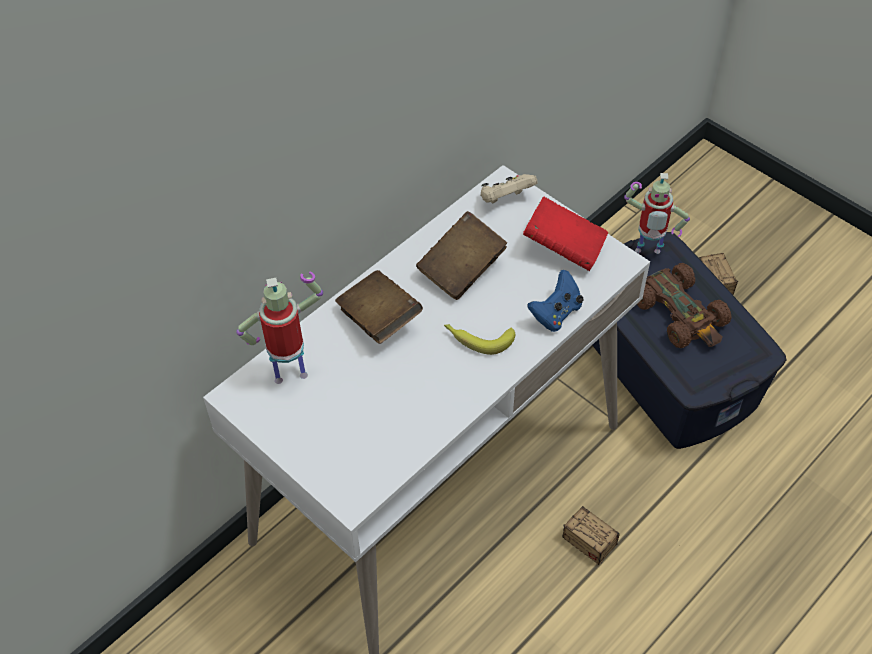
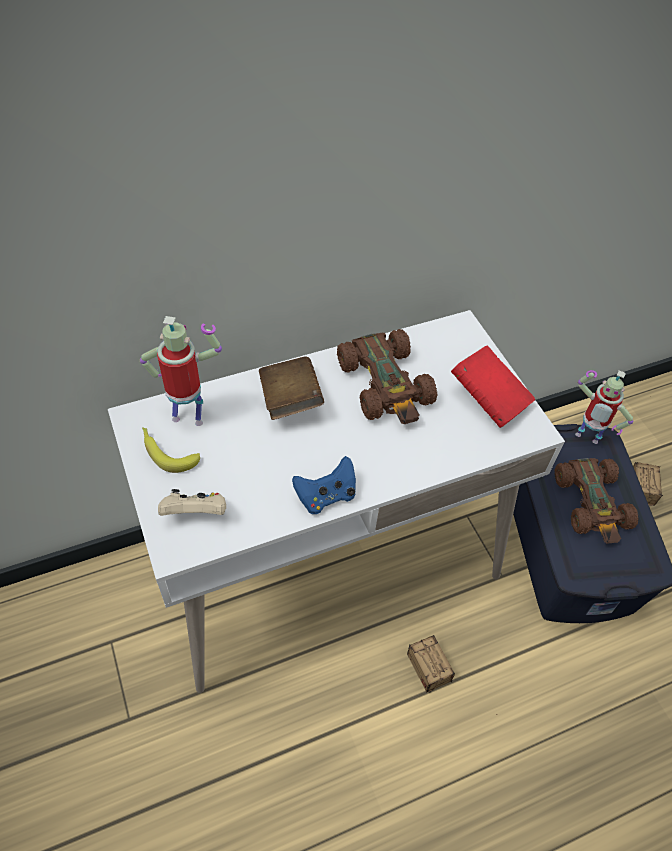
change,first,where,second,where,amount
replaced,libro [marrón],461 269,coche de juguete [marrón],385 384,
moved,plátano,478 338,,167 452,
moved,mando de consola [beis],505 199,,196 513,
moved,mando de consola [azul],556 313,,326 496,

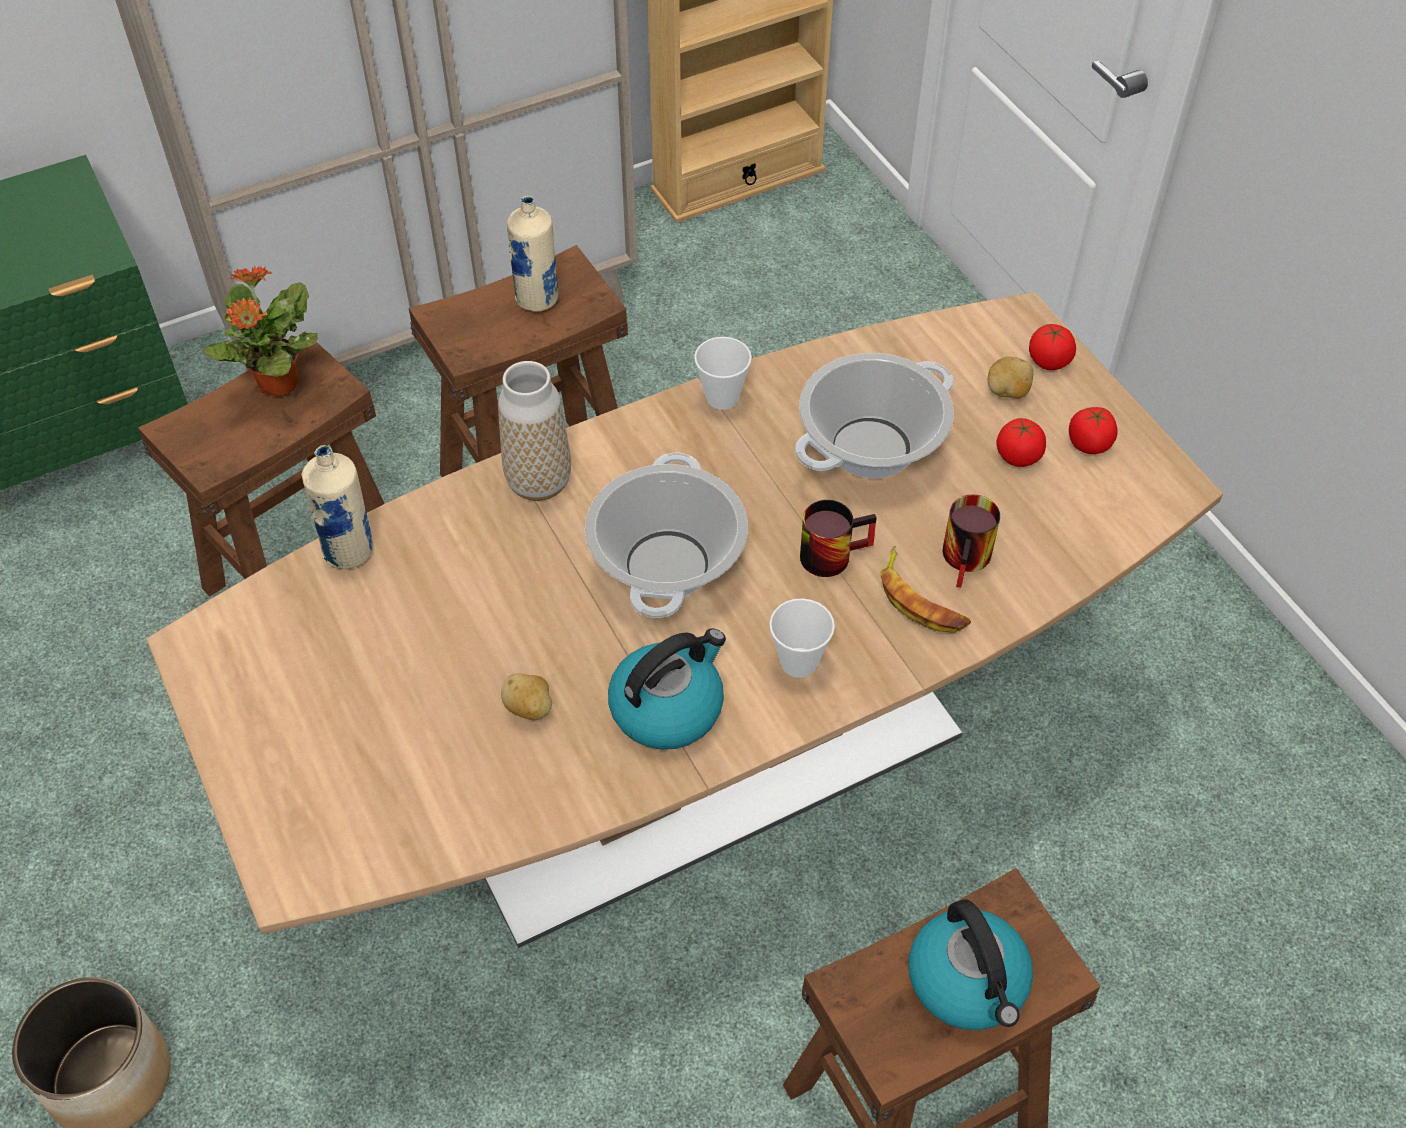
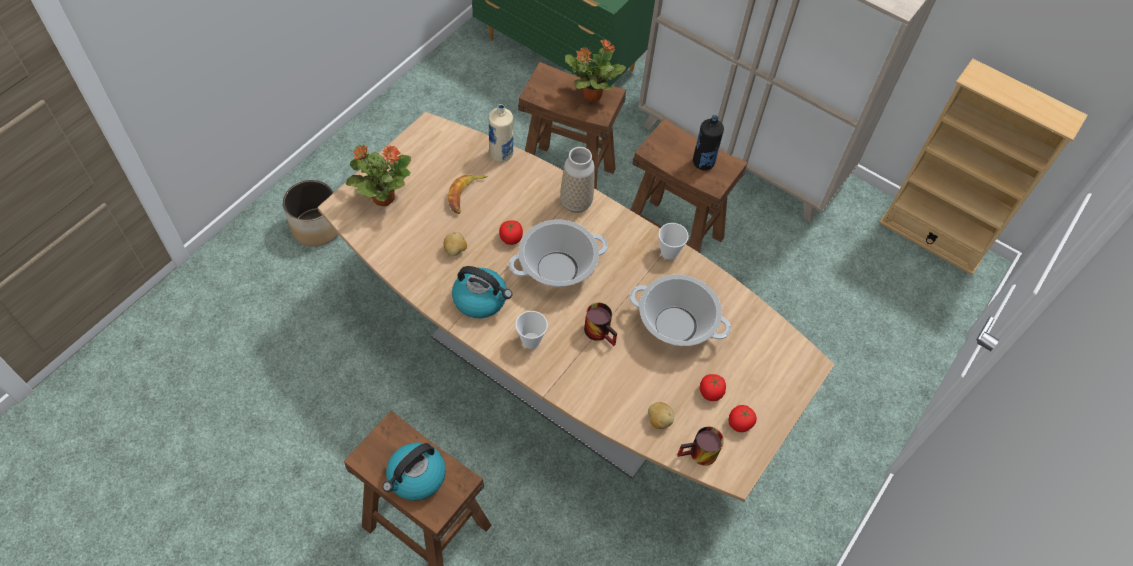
change,first,where,second,where,amount
recoloured,botella [beis],537 299,botella [negro],703 163,
moved,plátano,920 599,,465 195,
moved,taza grande,970 560,,699 455,
moved,patata,1007 392,,658 420,
moved,tomate,1049 360,,511 238,
added,,,planta en maceta,382 197,

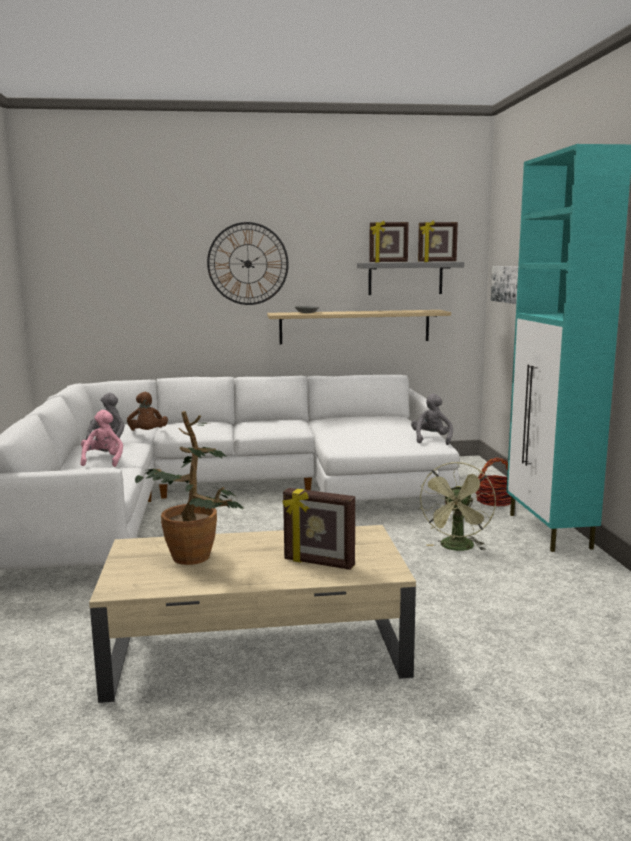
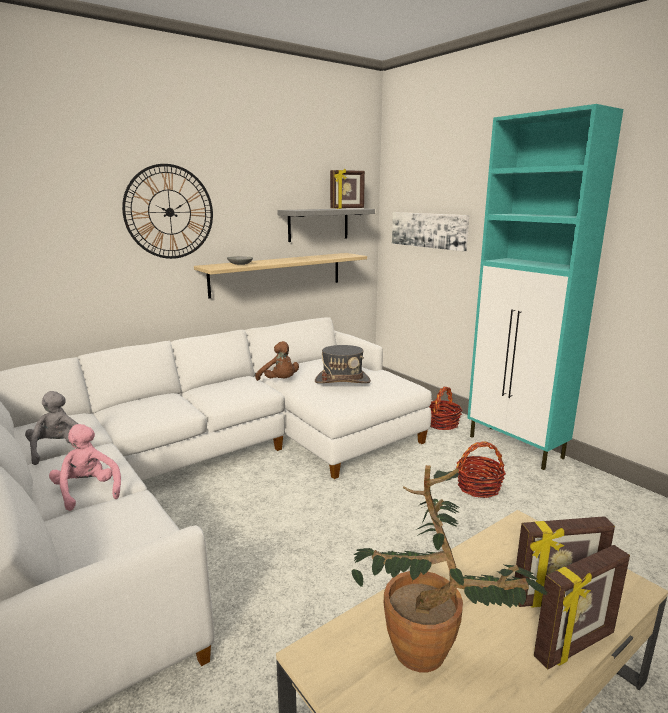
change,first,where,second,where,amount
moved,peluche [marrón],148 434,,279 381,
moved,portarretratos,388 262,,576 646,
removed,peluche [gris],431 440,,,
replaced,ventilador [verde],457 548,cesta,478 487,
added,,,sombrero [gris],342 381,

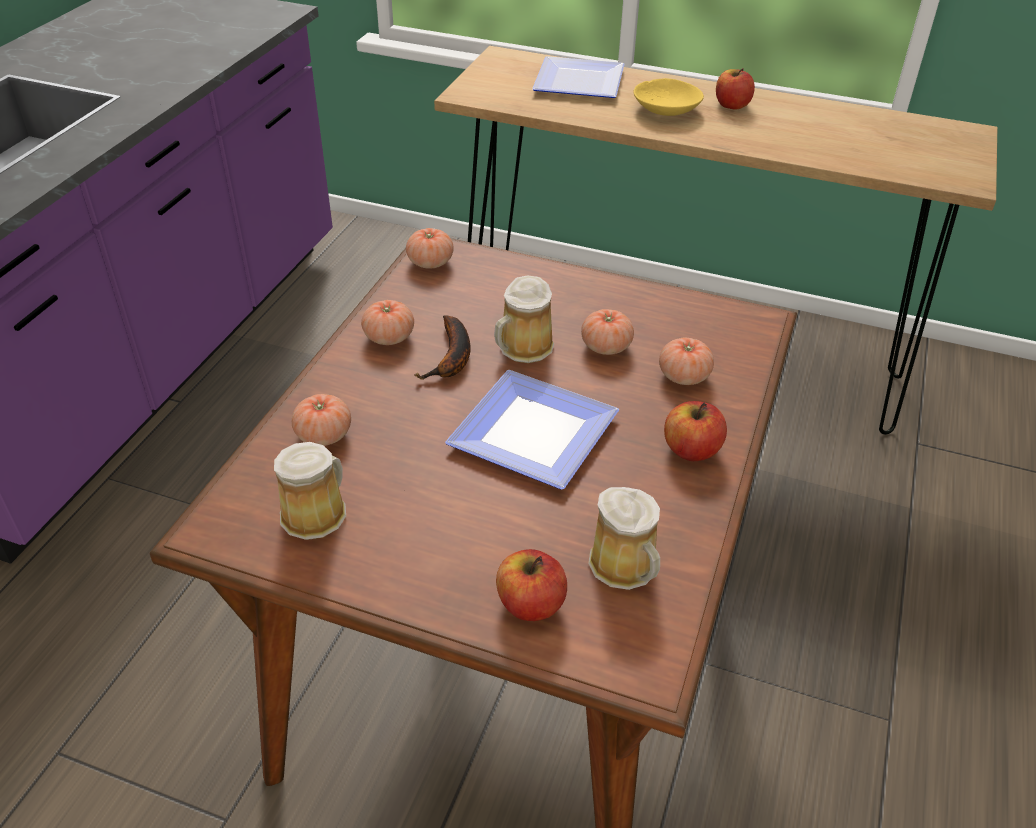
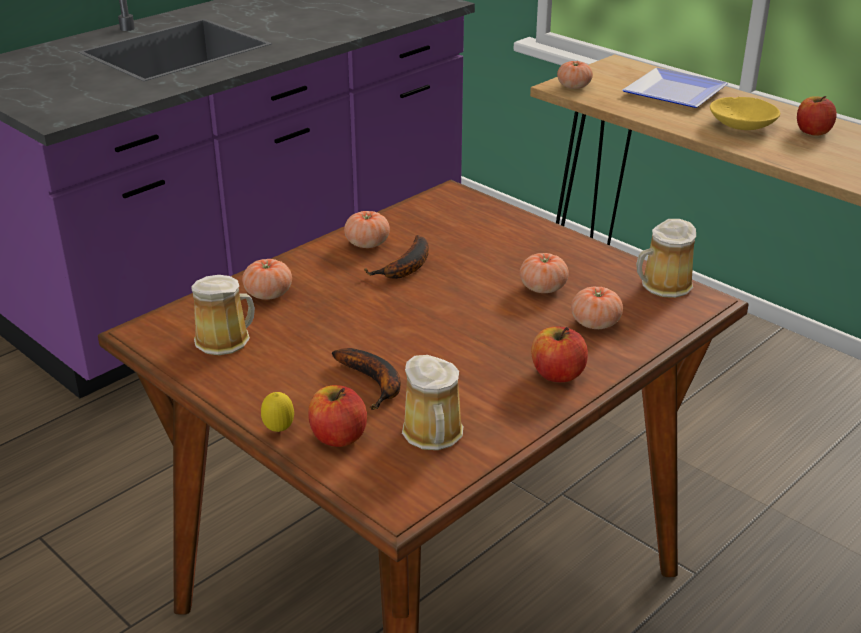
change,first,where,second,where,amount
moved,tomate,430 262,,574 86,
removed,plato,535 437,,,
moved,taza grande,522 348,,663 286,
added,,,limón,279 431,
added,,,plátano,374 383,

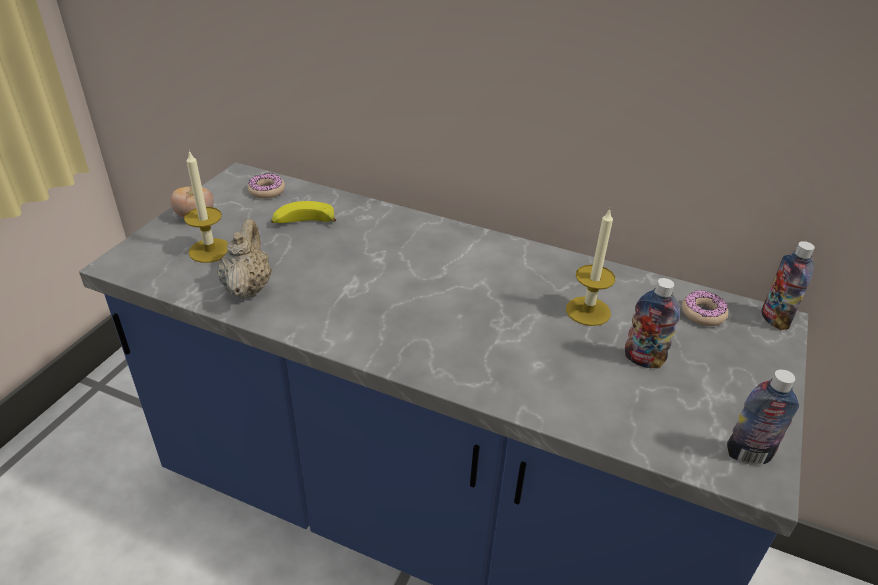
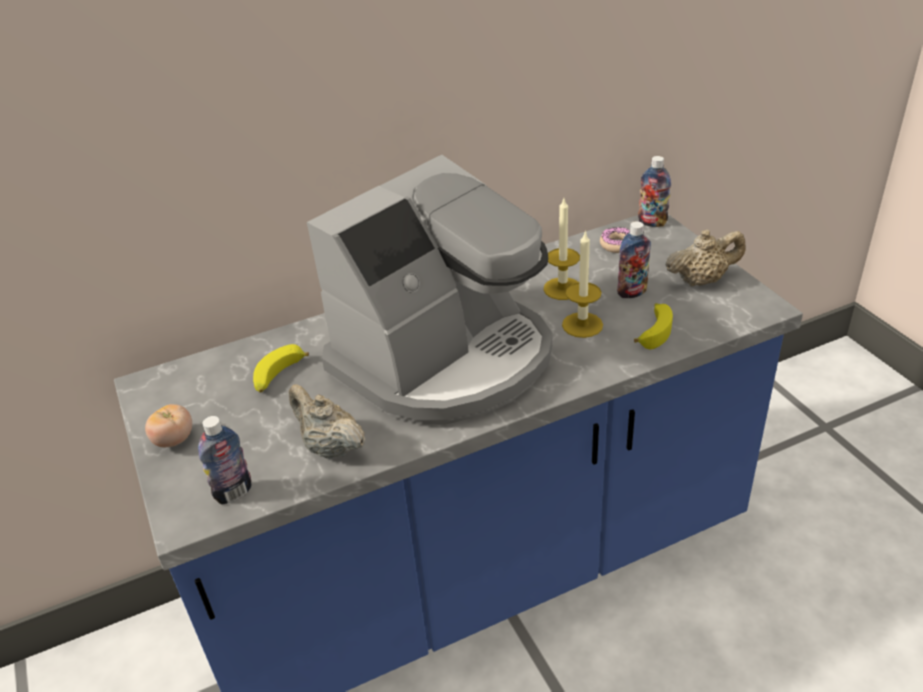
change,first,where,second,where,amount
moved,vela,210 250,,582 325,
removed,rosquilla,267 191,,,
moved,botella,748 454,,234 492,
added,,,cafetera,446 359,
added,,,plátano,654 330,
added,,,tetera [beis],701 280,

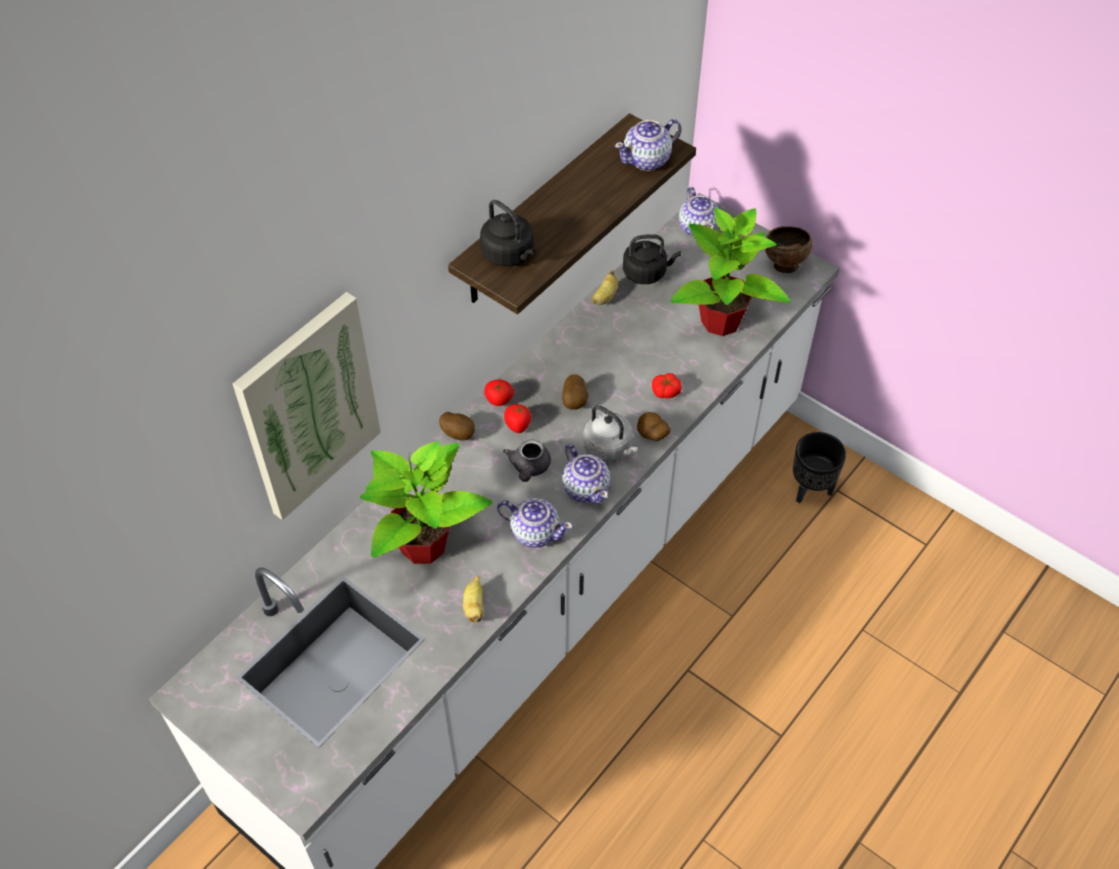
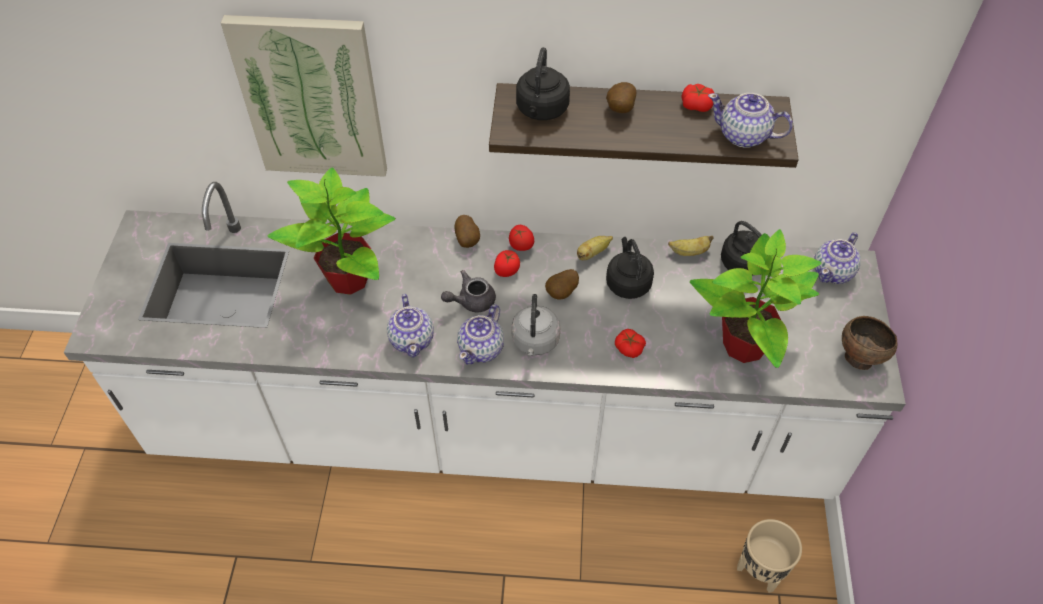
change,first,where,second,where,amount
moved,plátano,474 606,,592 253,
moved,patata,651 436,,619 110,
recoloured,maceta [negro],810 490,maceta [beis],759 571,
added,,,hervidor [negro],627 282,
added,,,tomate,696 105,

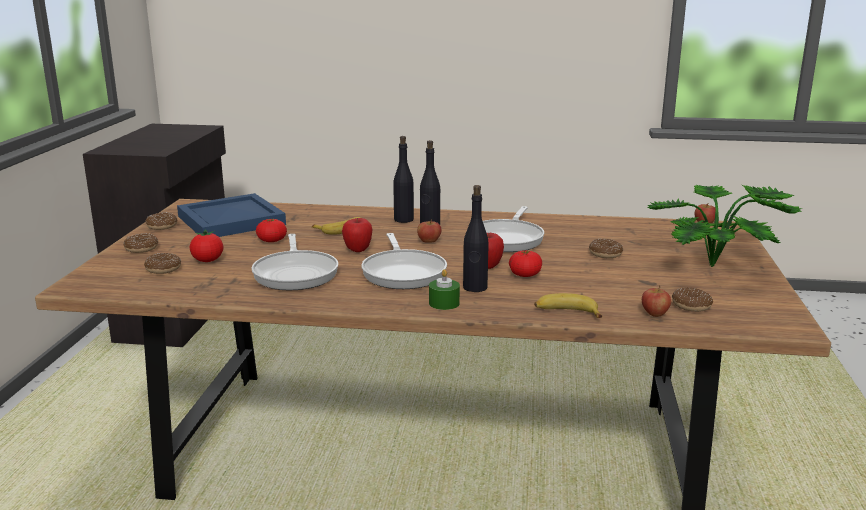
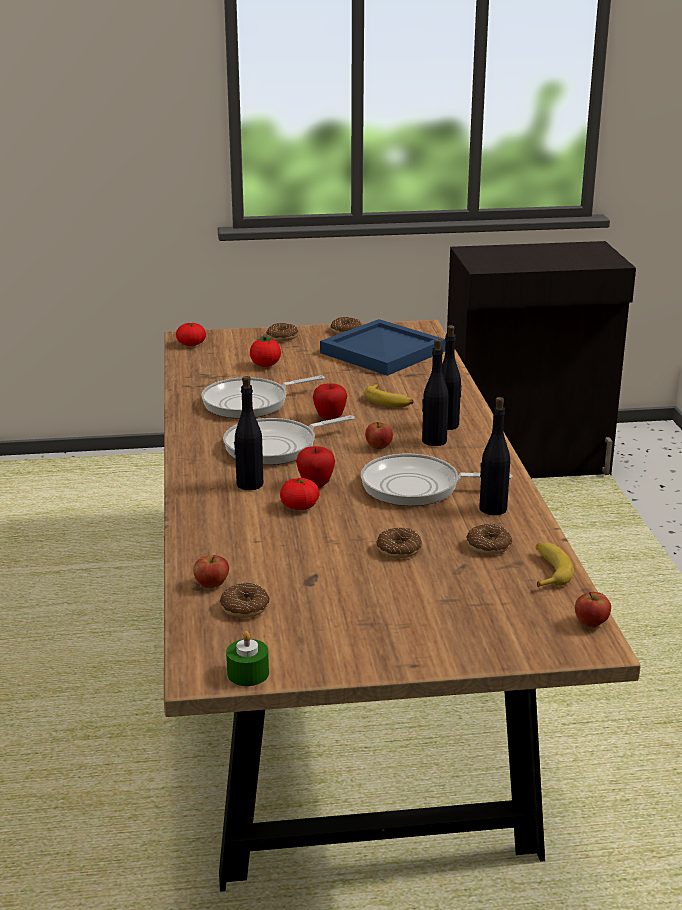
change,first,where,second,where,amount
moved,rosquilla,163 269,,488 546,
moved,tomate,272 240,,191 344,
moved,vela [verde],444 303,,248 673,
moved,plátano,566 312,,548 571,
removed,planta en maceta,719 268,,,
added,,,botella [negro],492 509,

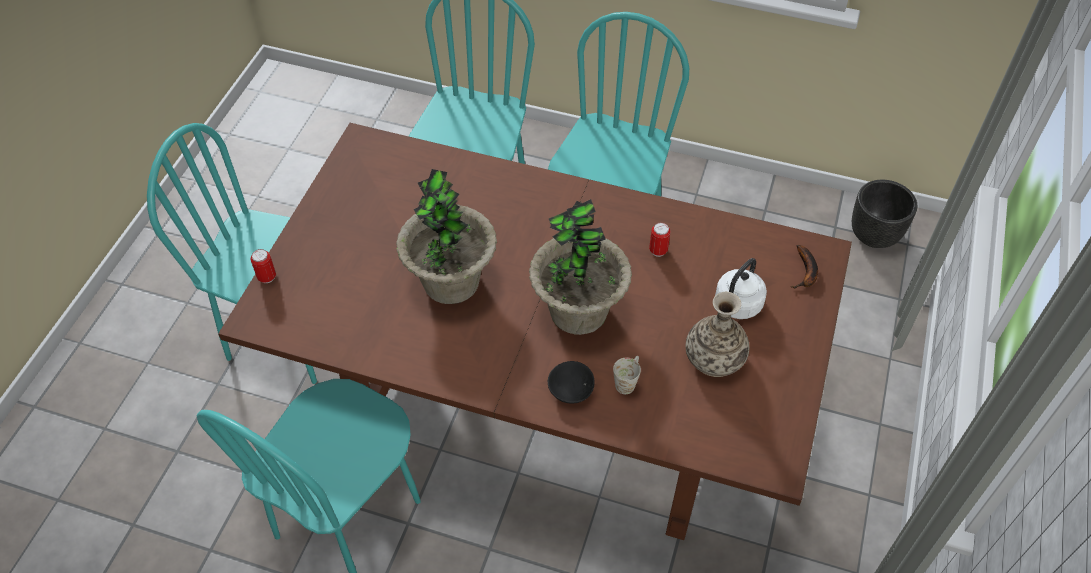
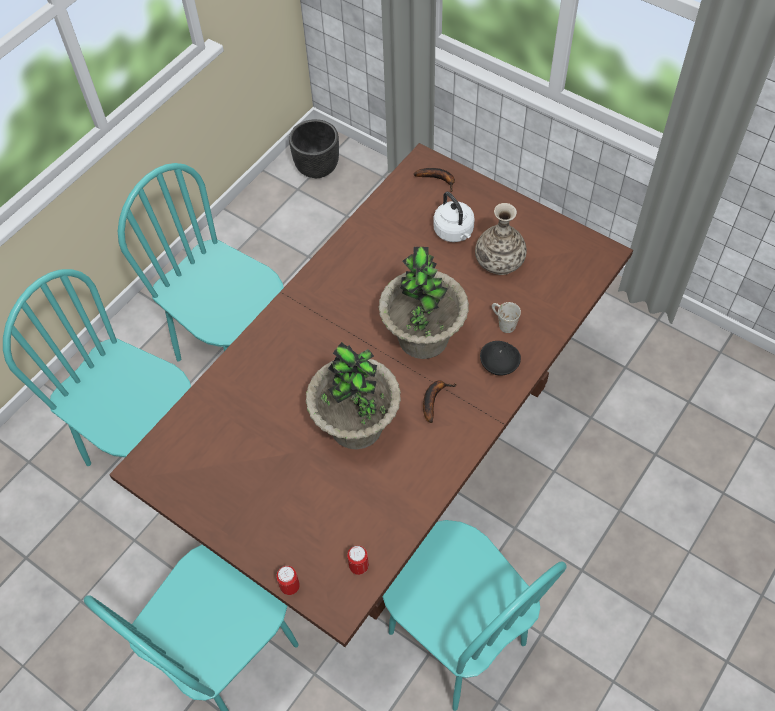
change,first,where,second,where,amount
moved,lata,658 251,,359 566,
added,,,plátano,434 399,

